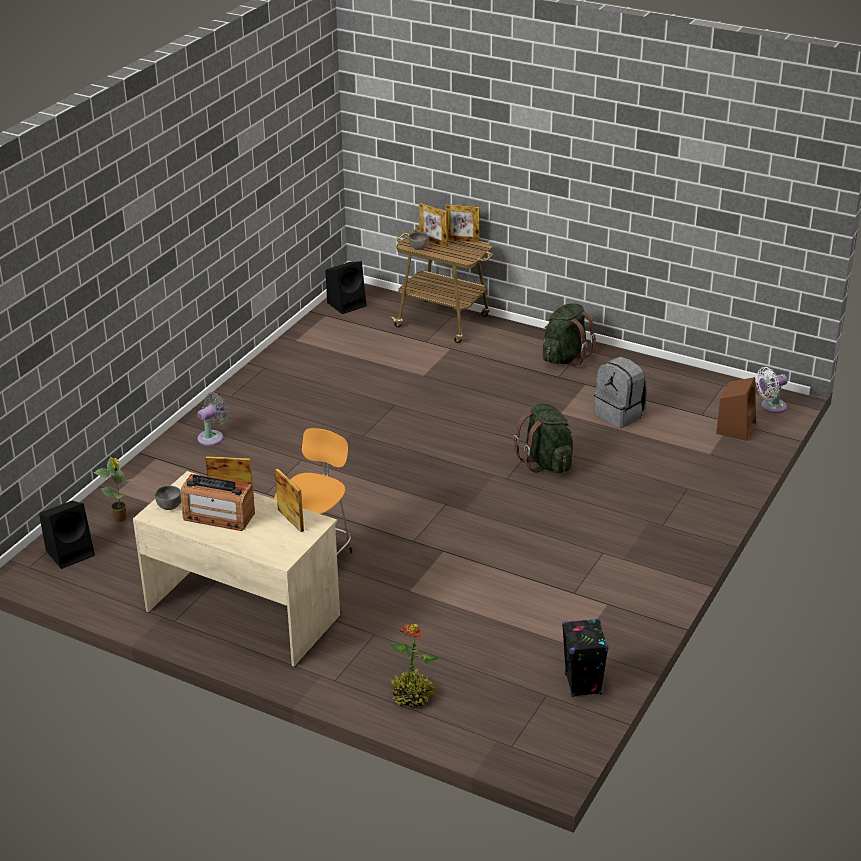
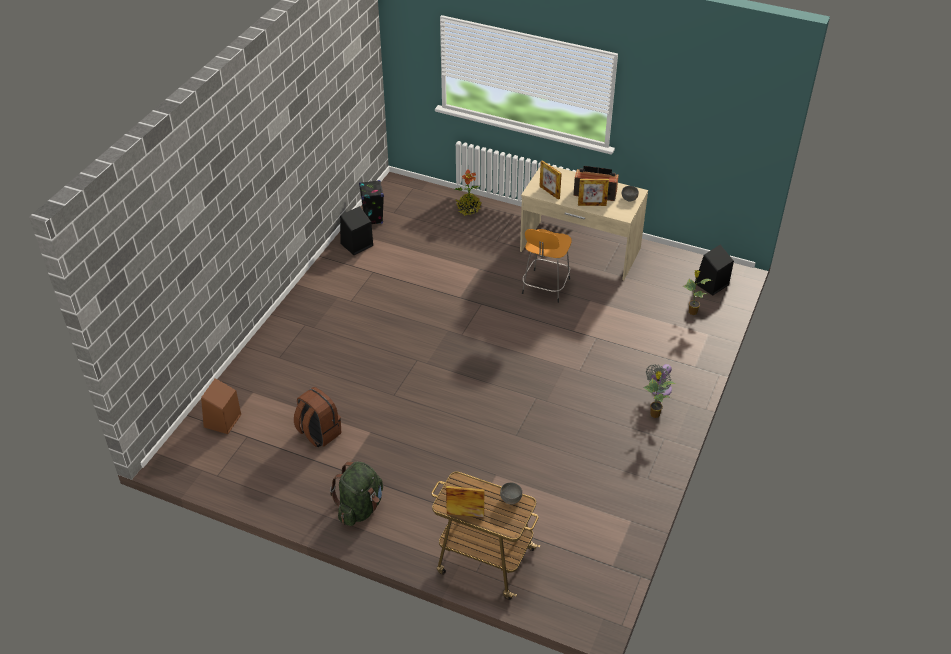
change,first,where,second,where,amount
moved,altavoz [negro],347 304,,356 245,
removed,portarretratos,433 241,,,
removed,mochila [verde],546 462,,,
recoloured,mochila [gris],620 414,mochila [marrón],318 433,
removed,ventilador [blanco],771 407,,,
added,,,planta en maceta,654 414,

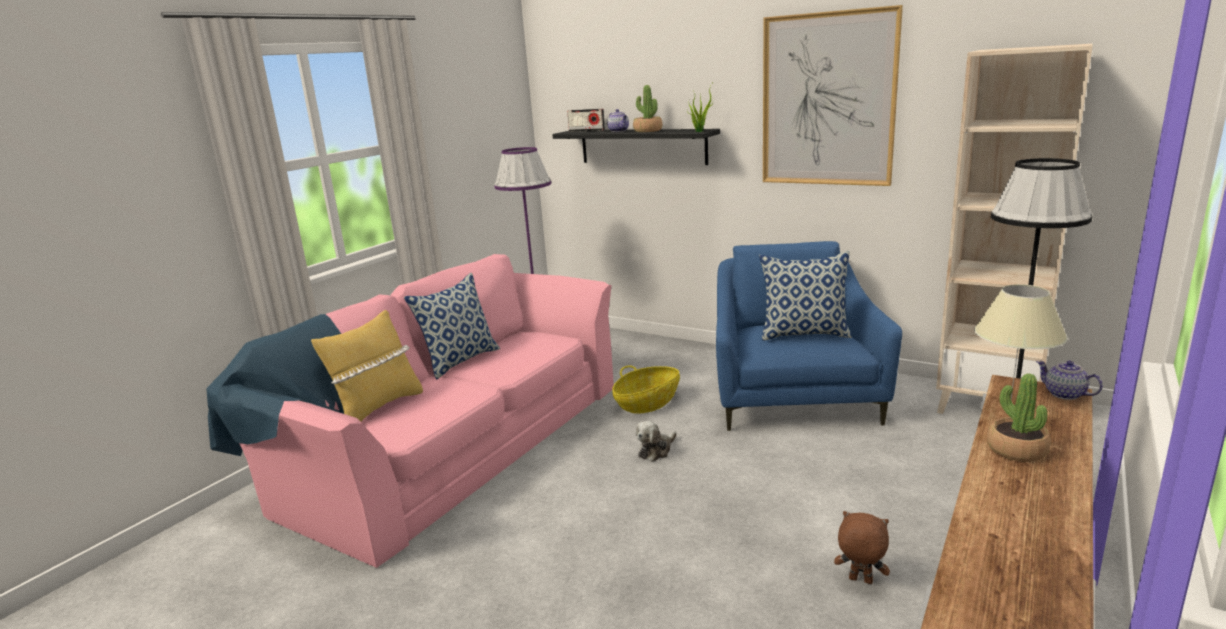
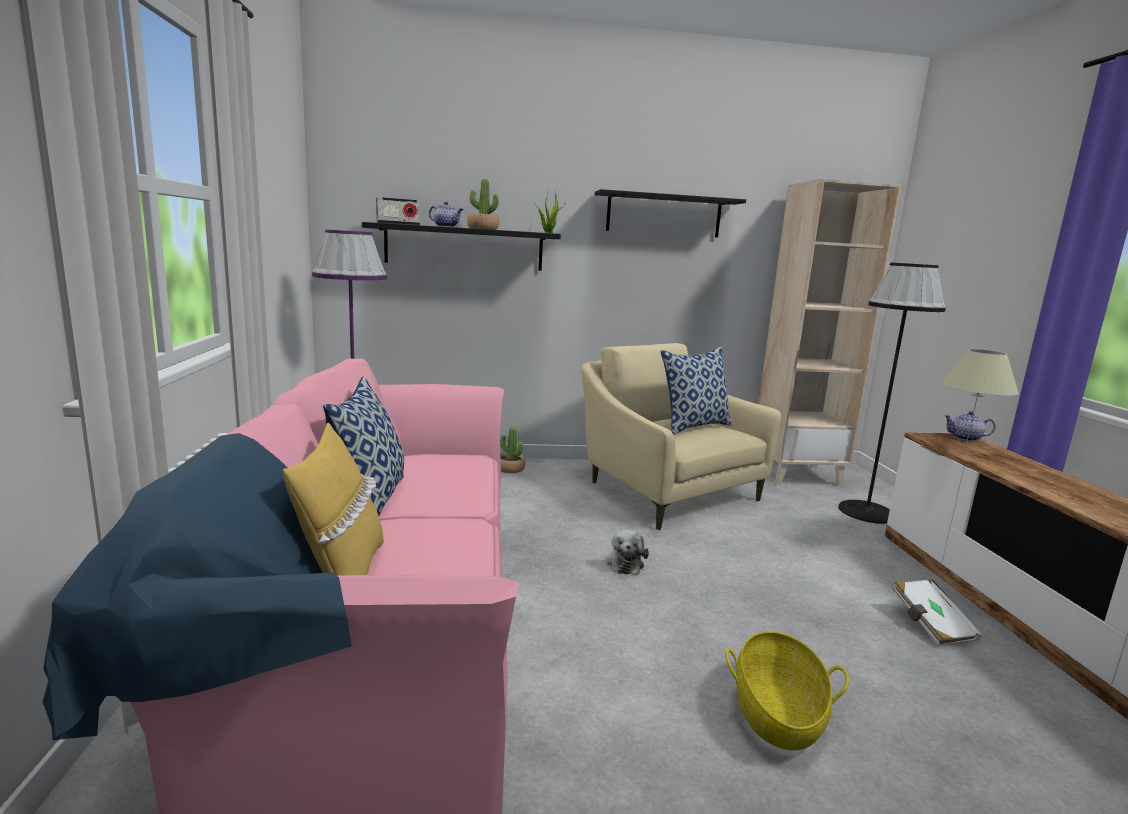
change,first,where,second,where,amount
moved,cesta,647 403,,777 714,
recoloured,sillón [azul],792 395,sillón [beis],664 490,
replaced,cuadro,827 100,estante [negro],664 215,
replaced,peluche [marrón],860 581,libro [blanco],930 625,
moved,planta en maceta,1016 450,,510 469,

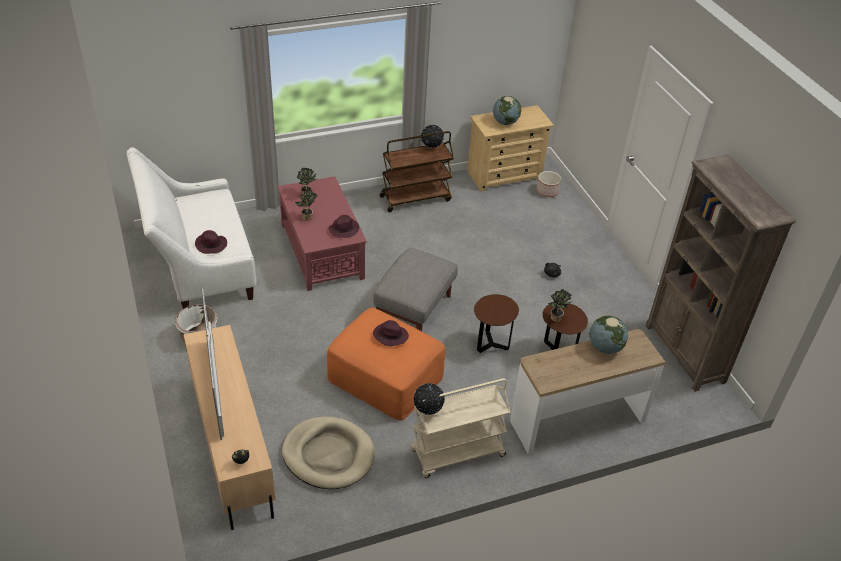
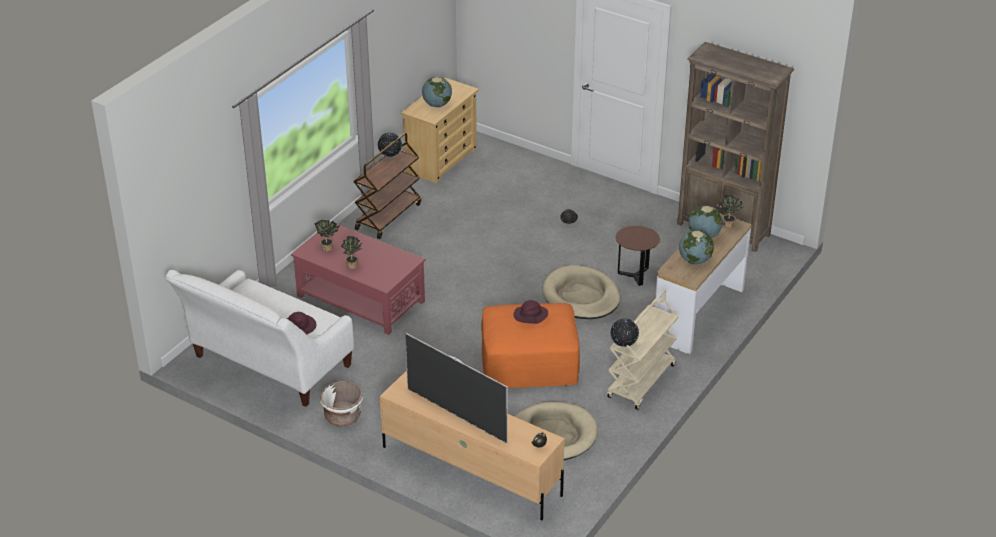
change,first,where,second,where,amount
removed,sombrero [morado],344 229,,,
removed,puf [gris],413 310,,,
replaced,mesa auxiliar [marrón],491 344,cama para perro [beis],581 296,
removed,maceta,547 192,,,
moved,planta en maceta,556 319,,729 225,
added,,,globo terráqueo,695 260,

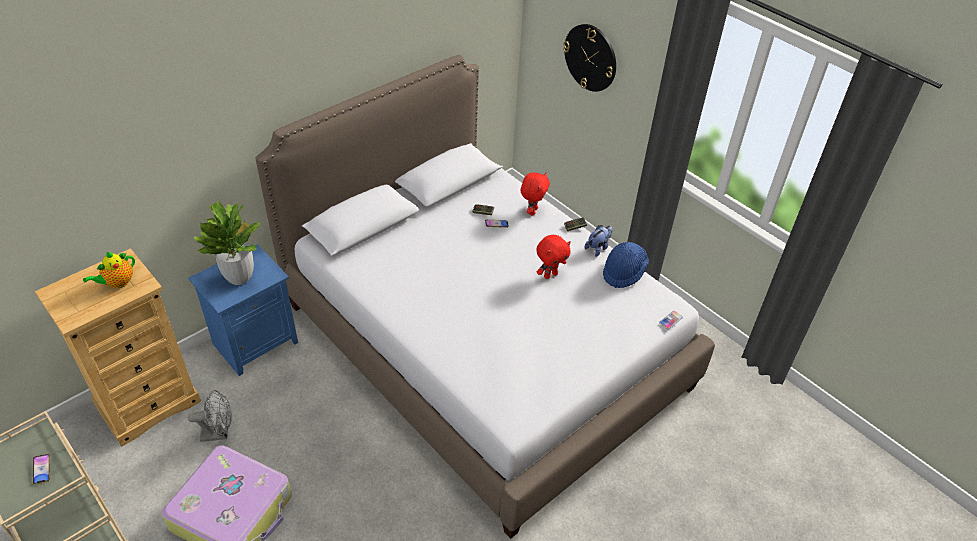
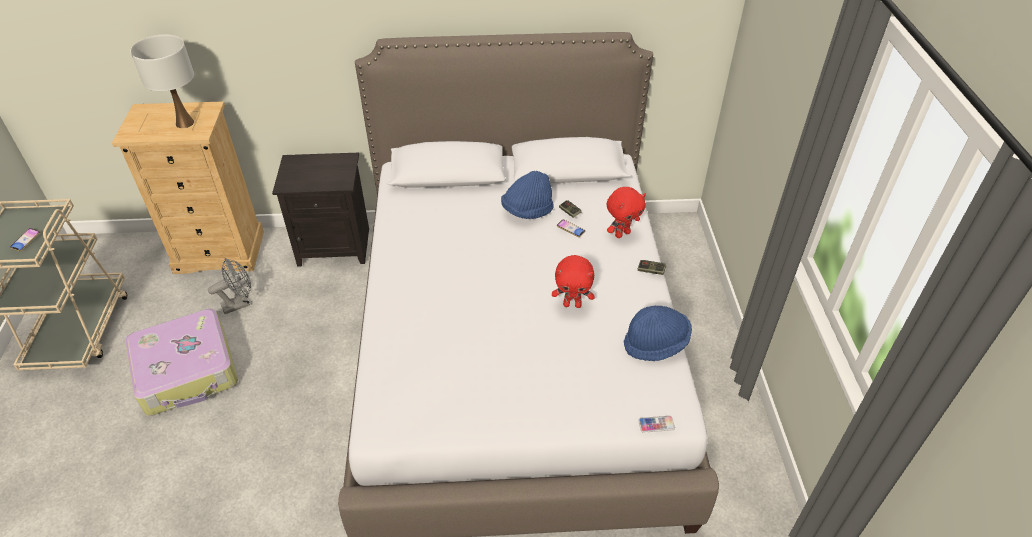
change,first,where,second,where,amount
replaced,tetera,117 283,lámpara de mesa [blanco],185 123,
recoloured,mesita de noche [azul],256 342,mesita de noche [negro],335 246,
turned,ventilador [gris],219 433,,240 303,60 degrees counterclockwise
removed,planta en maceta,239 277,,,
removed,reloj de pared,590 57,,,
removed,peluche,598 248,,,
added,,,sombrero [azul],527 211,

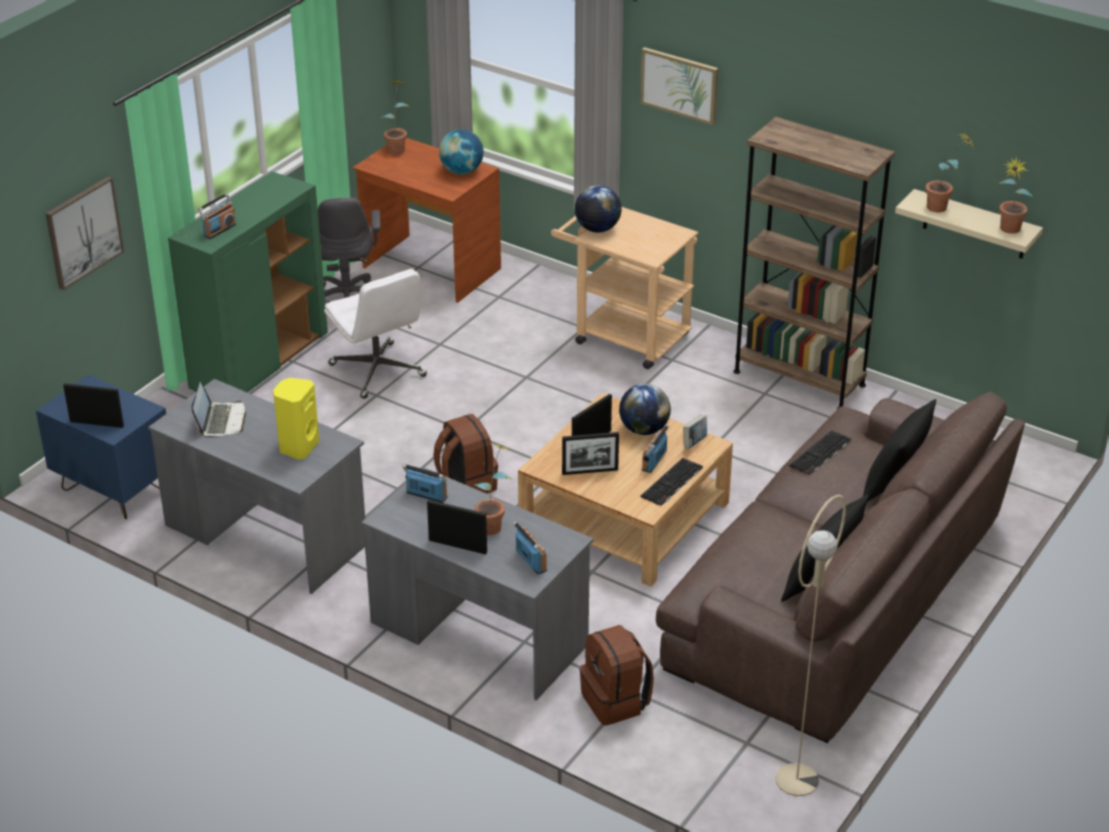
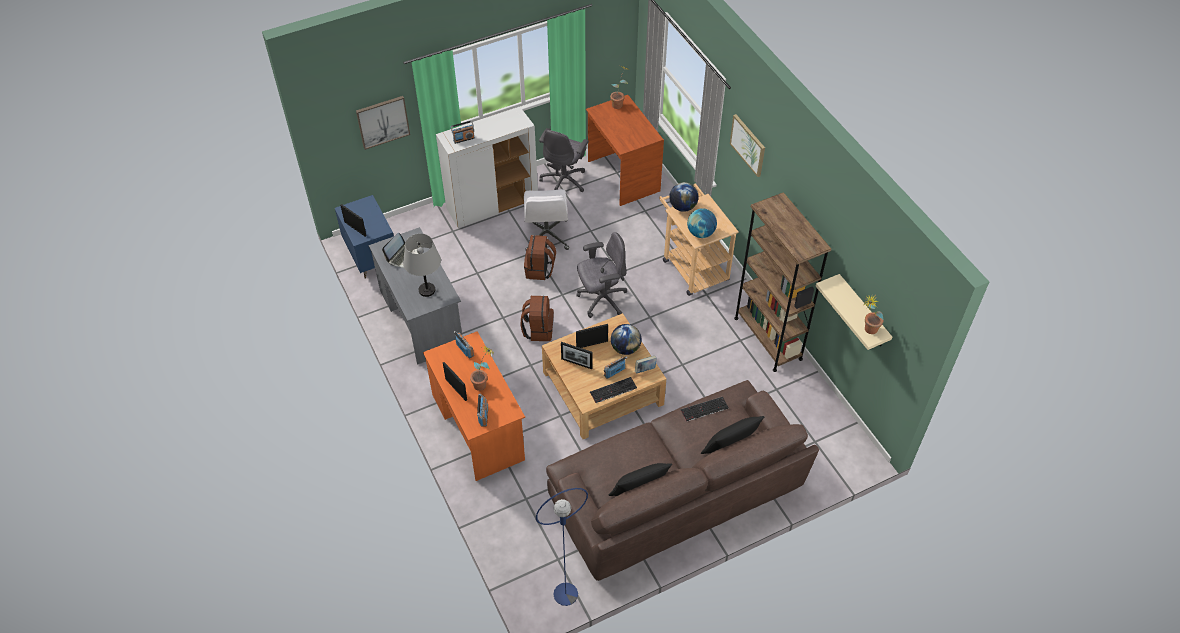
change,first,where,second,where,amount
recoloured,armario [verde],259 362,armario [blanco],492 205,
replaced,altavoz [amarillo],298 447,lámpara de mesa [gris],427 290,
recoloured,escritorio [gris],478 634,escritorio [naranja],478 427,
moved,globo terráqueo,461 171,,701 233,
moved,mochila [marrón],616 701,,540 270,
recoloured,lámpara de pie [beis],797 780,lámpara de pie [azul],565 594,
removed,planta en maceta,943 208,,,
added,,,silla de oficina [gris],601 299,

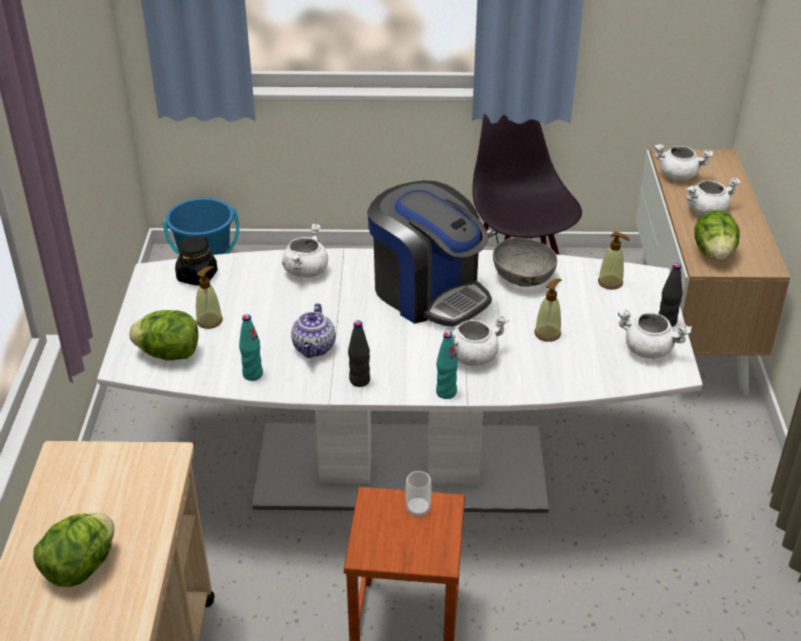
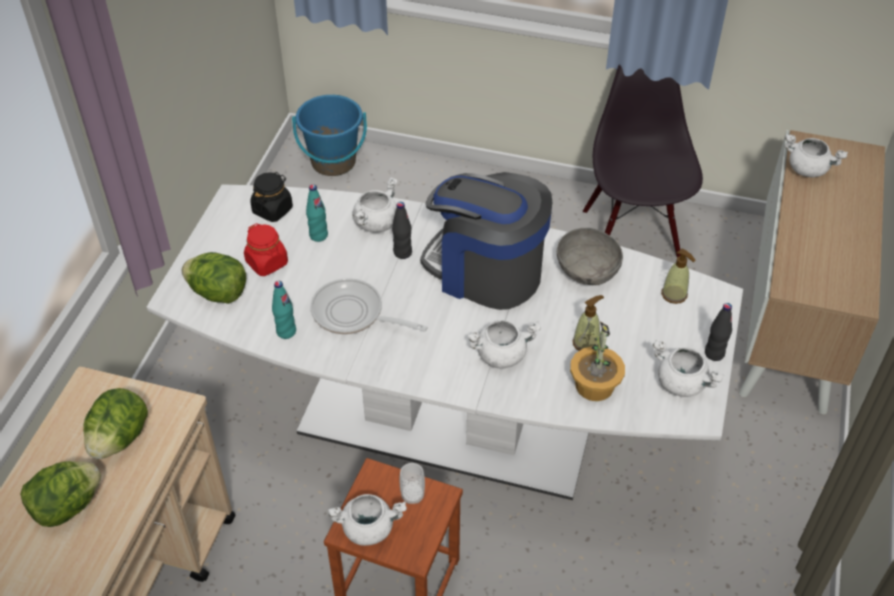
change,first,where,second,where,amount
replaced,dispensador de jabón,209 321,tarro [rojo],267 263,
replaced,tetera,314 348,sartén,353 314,
moved,botella [negro],359 380,,402 252,
turned,cafetera,428 293,,485 271,150 degrees clockwise
moved,botella [turquesa],446 392,,318 235,
moved,olla [blanco],706 211,,369 528,
moved,lechuga,714 254,,119 438,
added,,,planta en maceta,594 385,

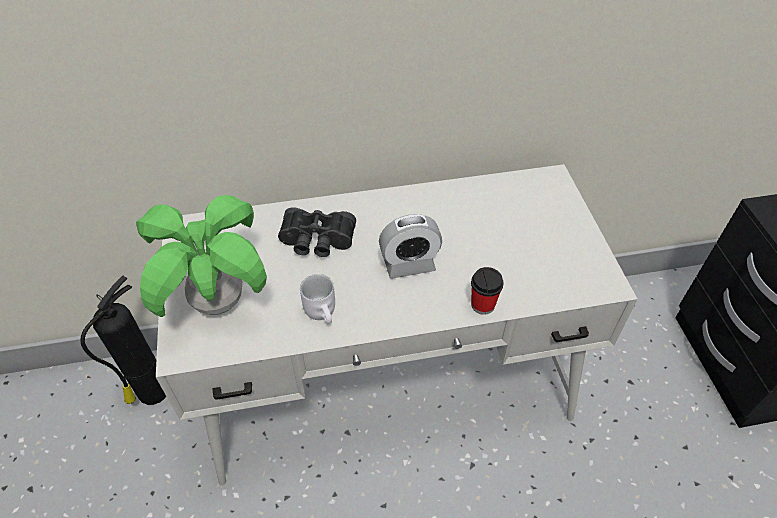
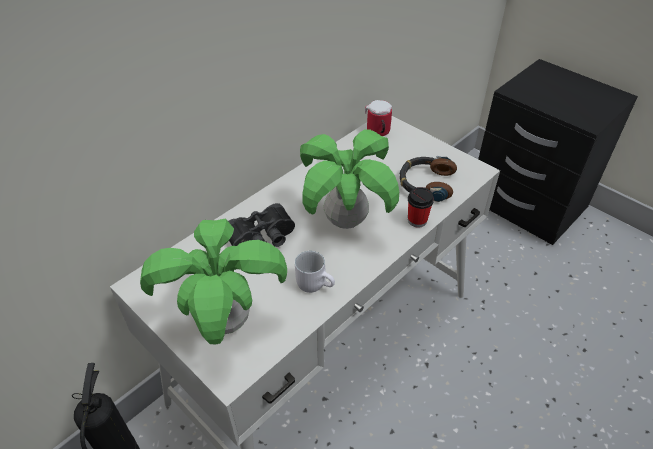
change,first,where,second,where,amount
replaced,despertador,409 265,planta en maceta,345 220,
added,,,taza grande,378 132,
added,,,auriculares,426 183,

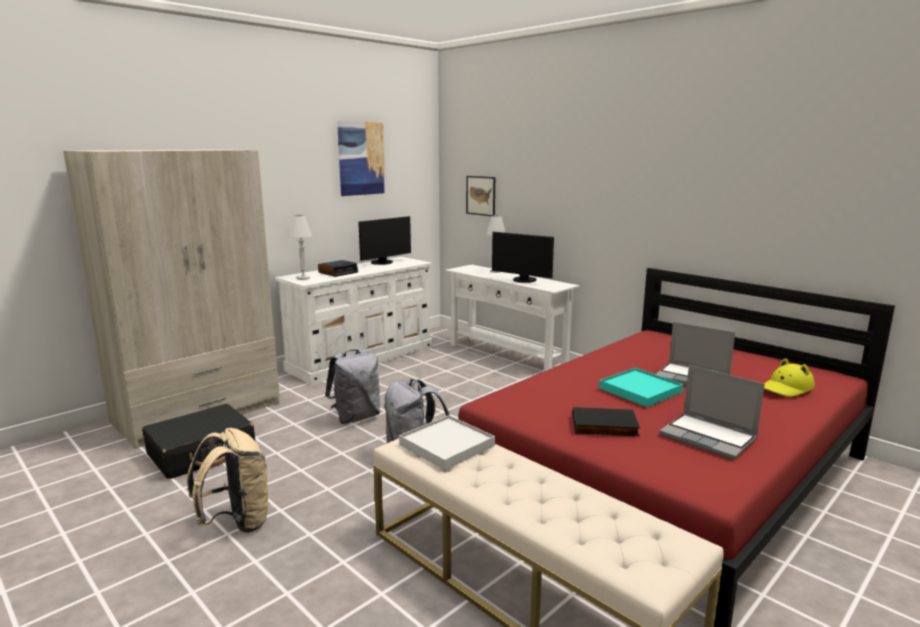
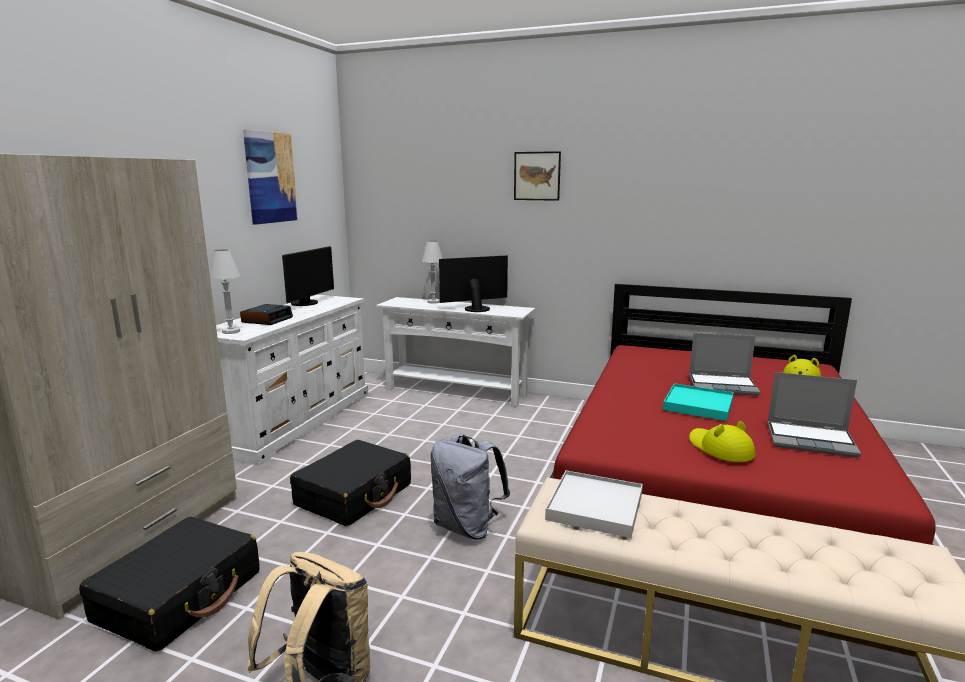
change,first,where,second,where,amount
replaced,mochila [gris],356 417,maleta [negro],354 495,
moved,cuadro,481 195,,537 176,
turned,monitor,523 280,,476 308,150 degrees clockwise
replaced,libro [negro],604 426,sombrero [amarillo],720 449,

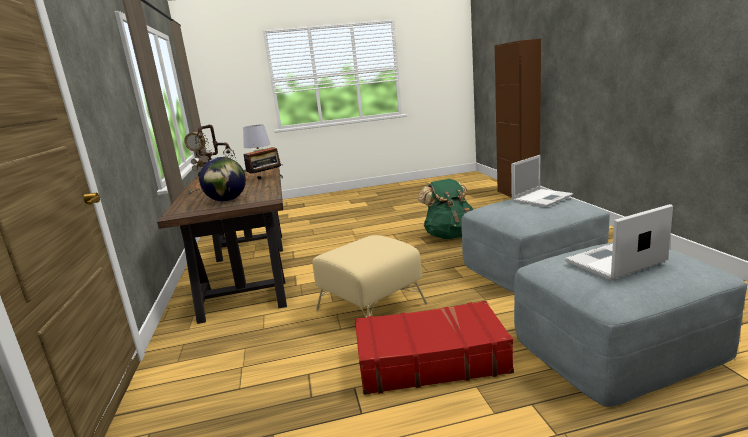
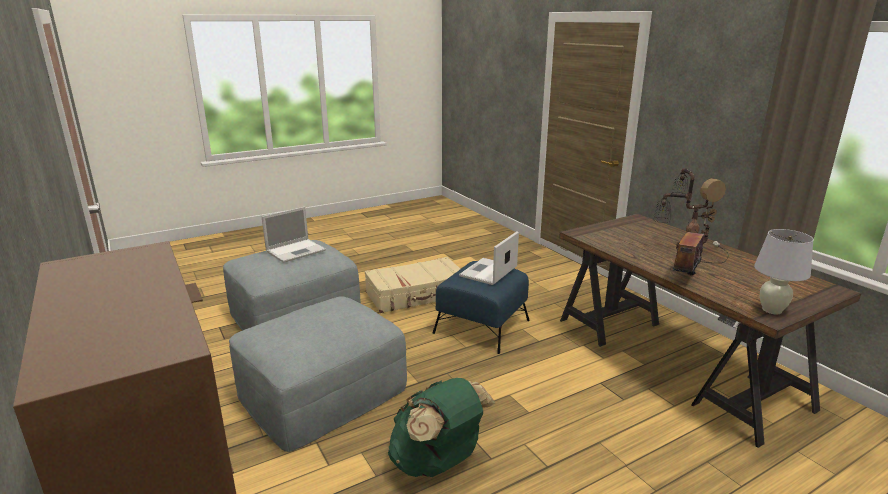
change,first,where,second,where,amount
removed,globo terráqueo,227 200,,,
recoloured,puf [beis],372 306,puf [azul],481 326,
recoloured,maleta [rojo],430 360,maleta [beis],416 294,
moved,portátil,542 198,,488 272,

